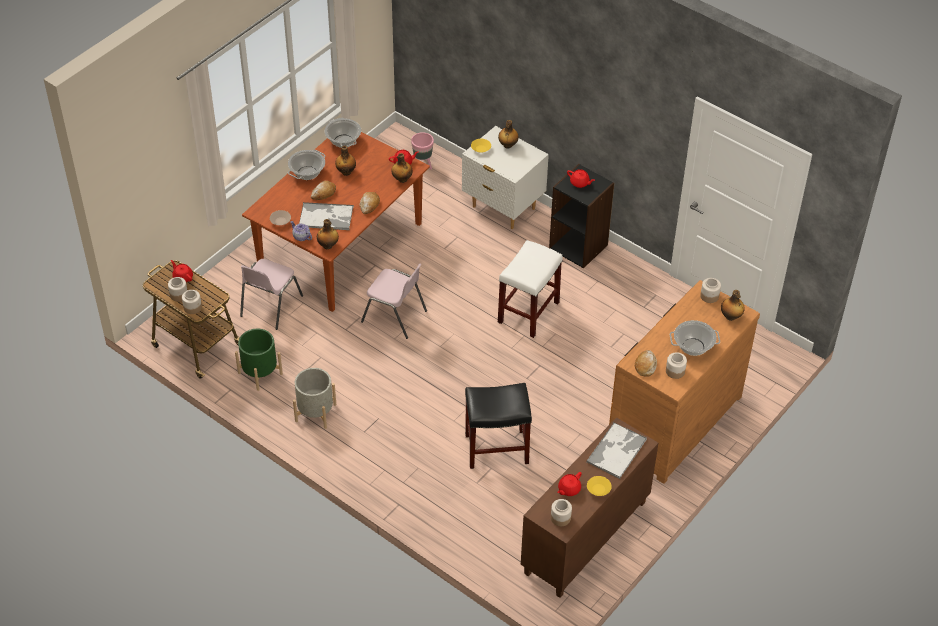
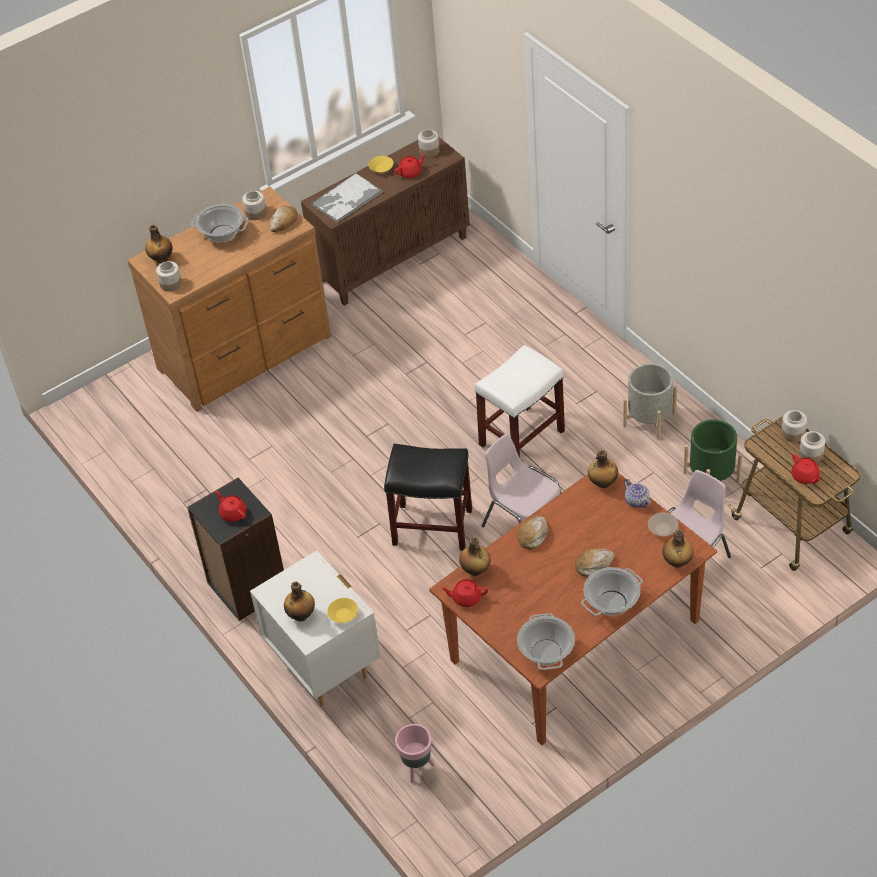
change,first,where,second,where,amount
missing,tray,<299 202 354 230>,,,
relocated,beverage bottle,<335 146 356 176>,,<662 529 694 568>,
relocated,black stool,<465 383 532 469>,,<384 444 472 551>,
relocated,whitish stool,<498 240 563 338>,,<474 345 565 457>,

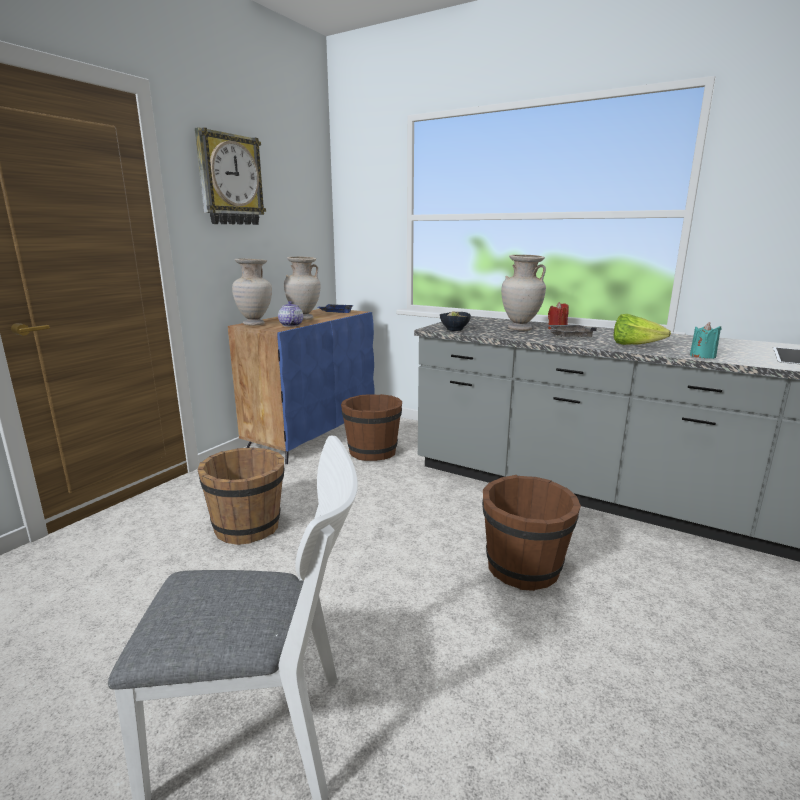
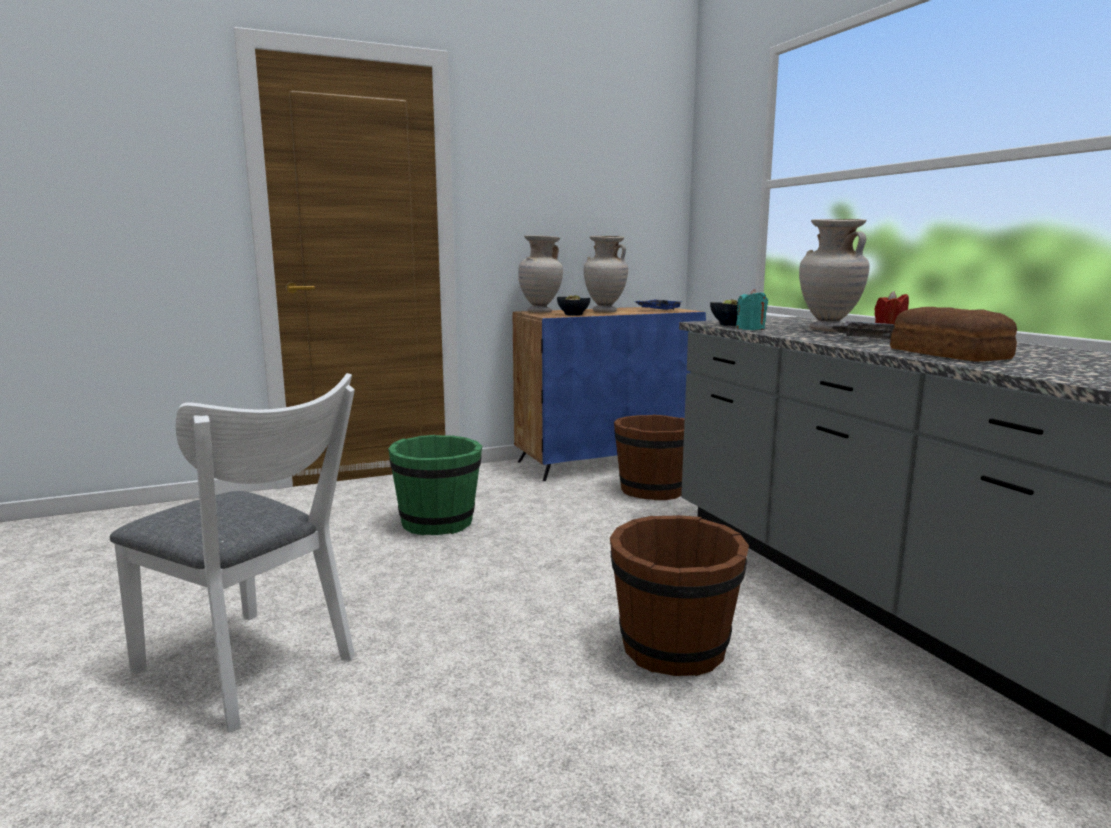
change,first,where,second,where,amount
missing,wall clock,<195 127 266 225>,,,
colour,brown-coloured water bucket,<198 448 284 545>,greenish water bucket,<388 435 482 535>,
exchanged,tea pot,<278 301 303 327>,deep dish,<557 295 590 316>,
exchanged,lettuce head,<614 314 671 345>,bread,<890 307 1017 362>,
relocated,turquoise-coloured candle,<690 322 721 359>,,<736 289 768 330>,

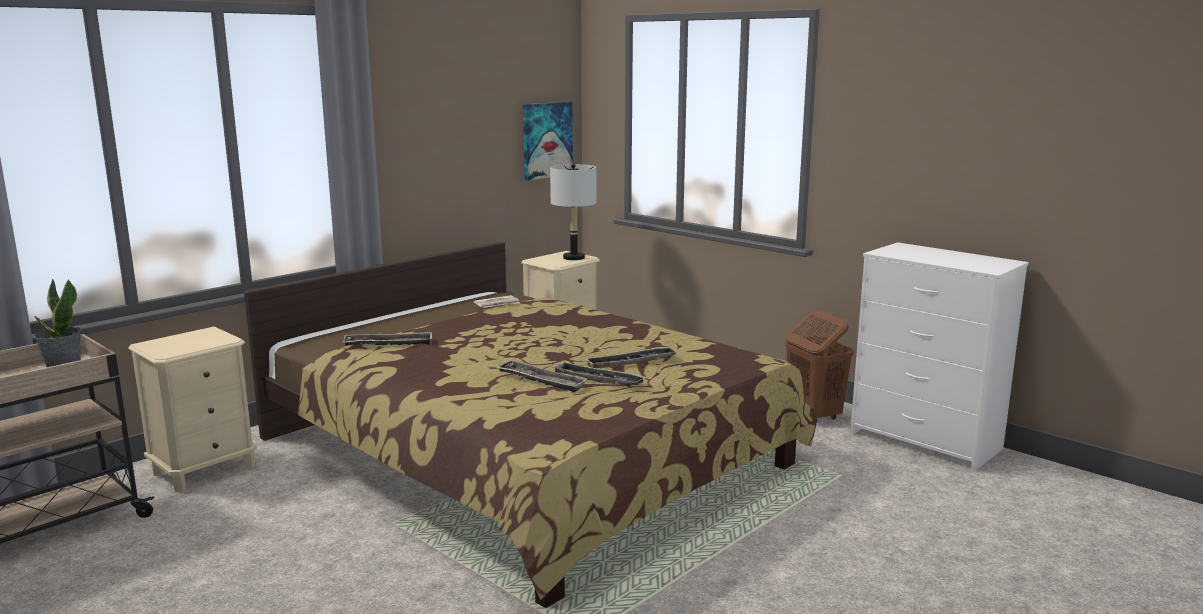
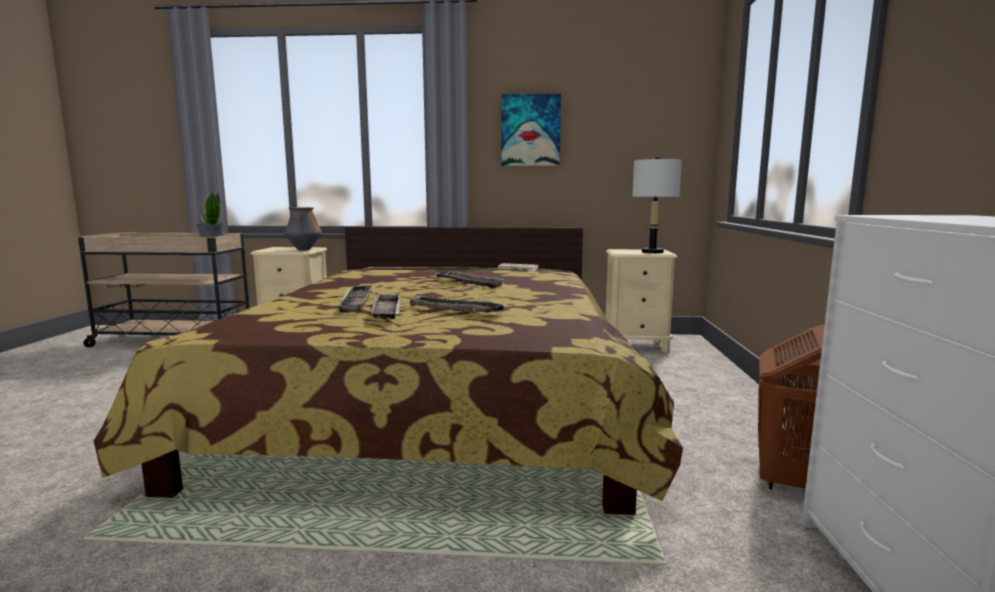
change,first,where,second,where,amount
relocated,tray,<343 331 432 345>,,<434 271 505 288>,
relocated,wall picture,<523 102 573 180>,,<501 93 561 166>,
appeared,,,vase,<285 207 322 250>,

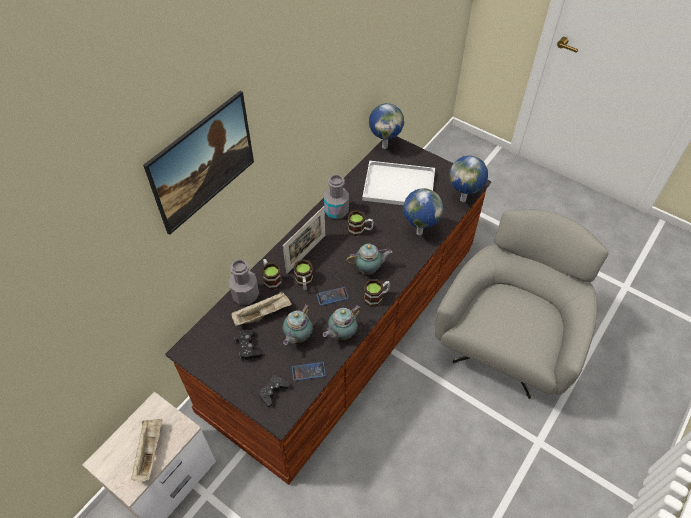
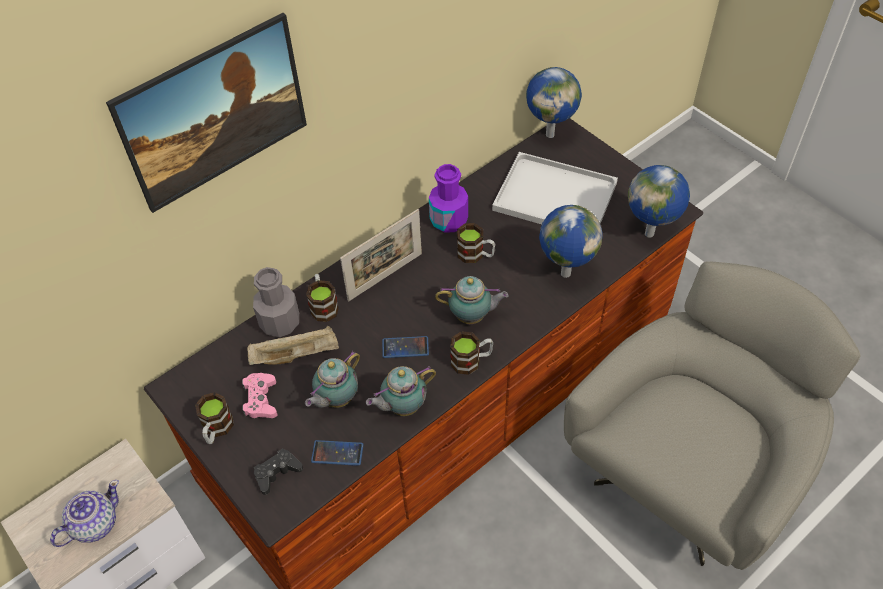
change,first,where,second,where,amount
exchanged,sand-coloured tray,<131 419 163 482>,tea pot,<50 480 119 547>,
colour,black joypad,<233 329 262 360>,pink joypad,<242 373 277 418>,
relocated,tea mug,<293 259 313 290>,,<195 392 234 444>,
colour,greyish beverage bottle,<324 174 349 219>,purple beverage bottle,<429 164 468 233>,

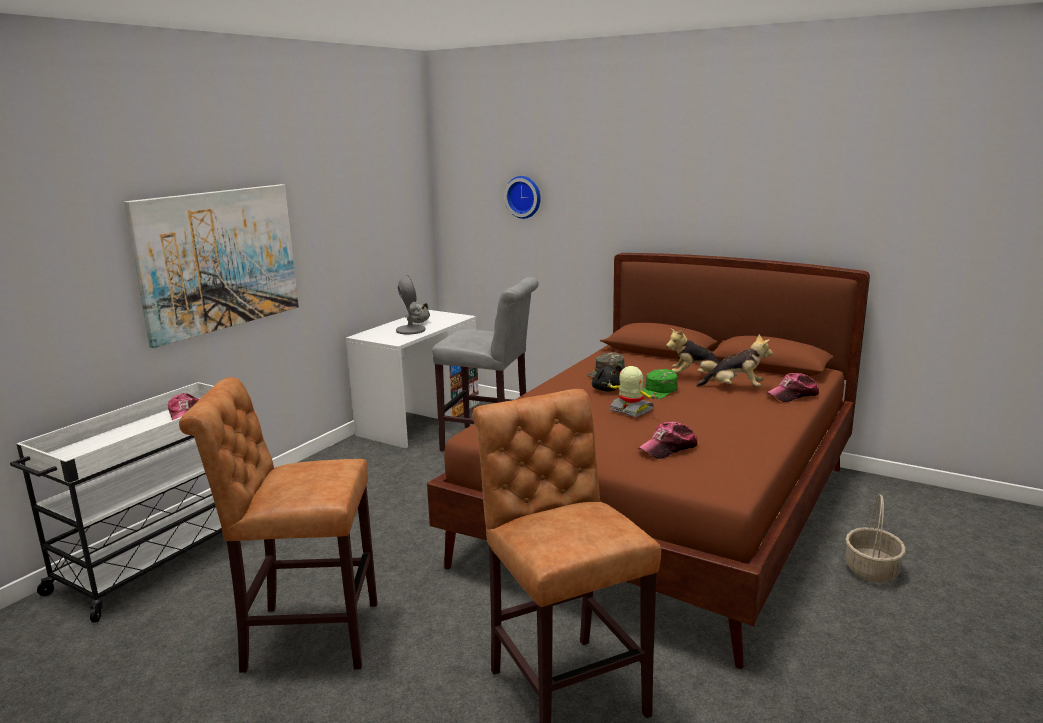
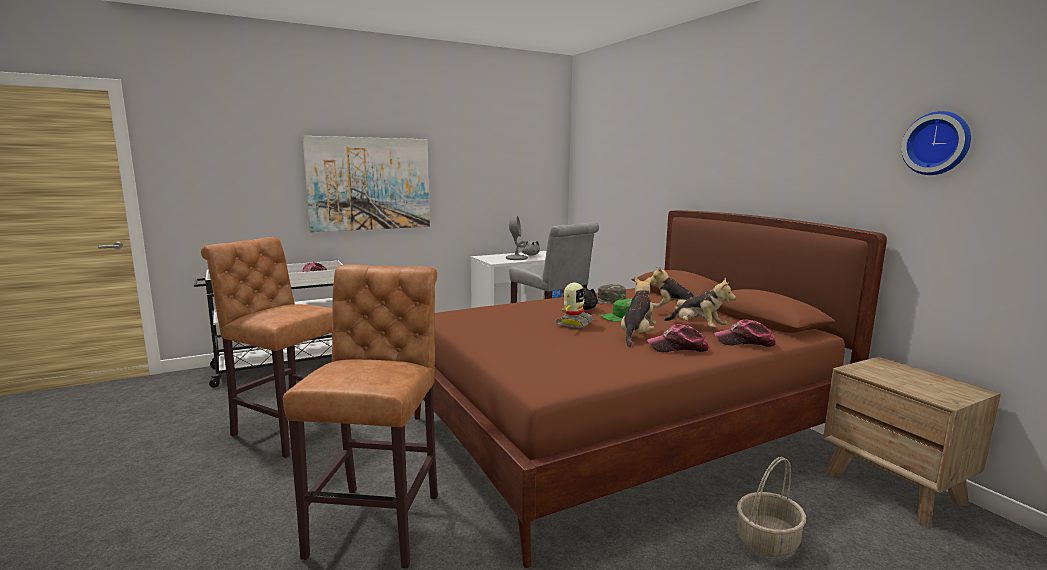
change,first,where,second,where,amount
relocated,wall clock,<504 176 541 219>,,<901 111 971 175>,
spun,model robot,<607 366 657 417>,,<556 283 594 328>,45 degrees clockwise
relocated,baseball cap,<638 422 698 459>,,<647 324 709 352>,
appeared,,,cuddly toy,<621 276 656 347>,
appeared,,,brown-coloured bedside table,<823 357 1001 527>,

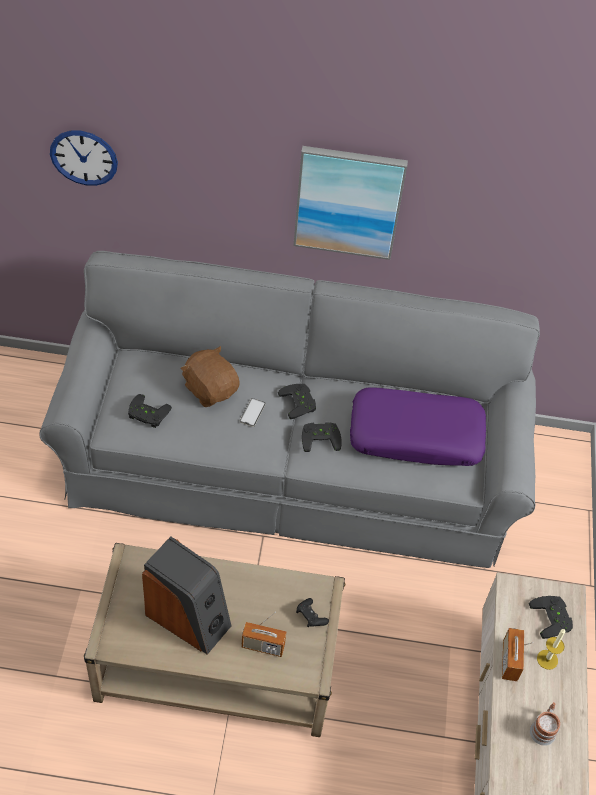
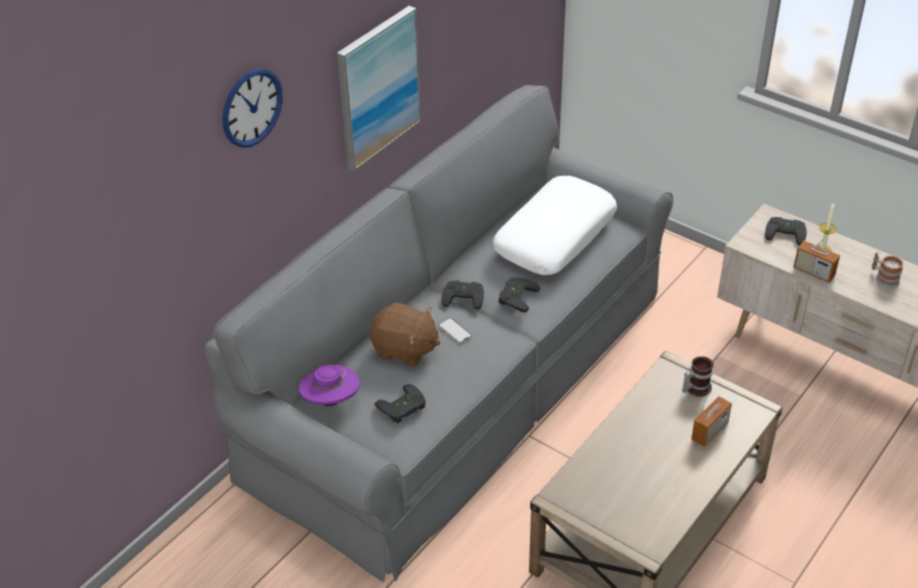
change,first,where,second,where,amount
relocated,wall clock,<50 130 118 186>,,<222 69 283 148>,
missing,speaker,<142 536 231 655>,,,
spun,brown-coloured cuddly toy,<181 346 240 407>,,<370 303 440 367>,150 degrees counterclockwise
exchanged,black joypad,<296 598 329 627>,tea mug,<682 356 714 397>,
colour,purple throw pillow,<350 387 486 466>,whitish throw pillow,<493 176 617 275>,
appeared,,,purple wearable hat,<299 365 360 406>,

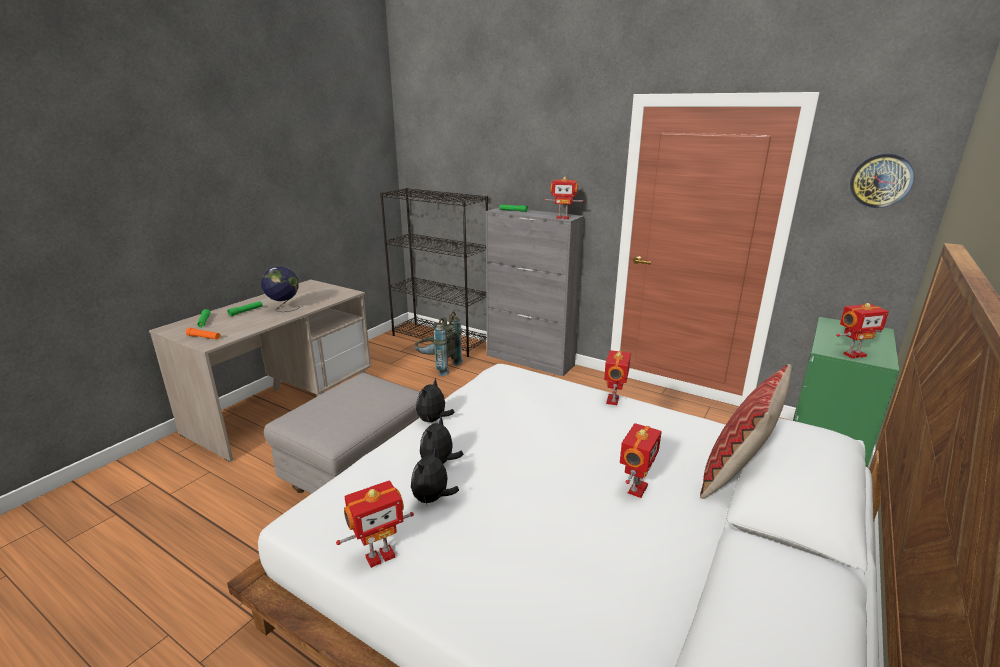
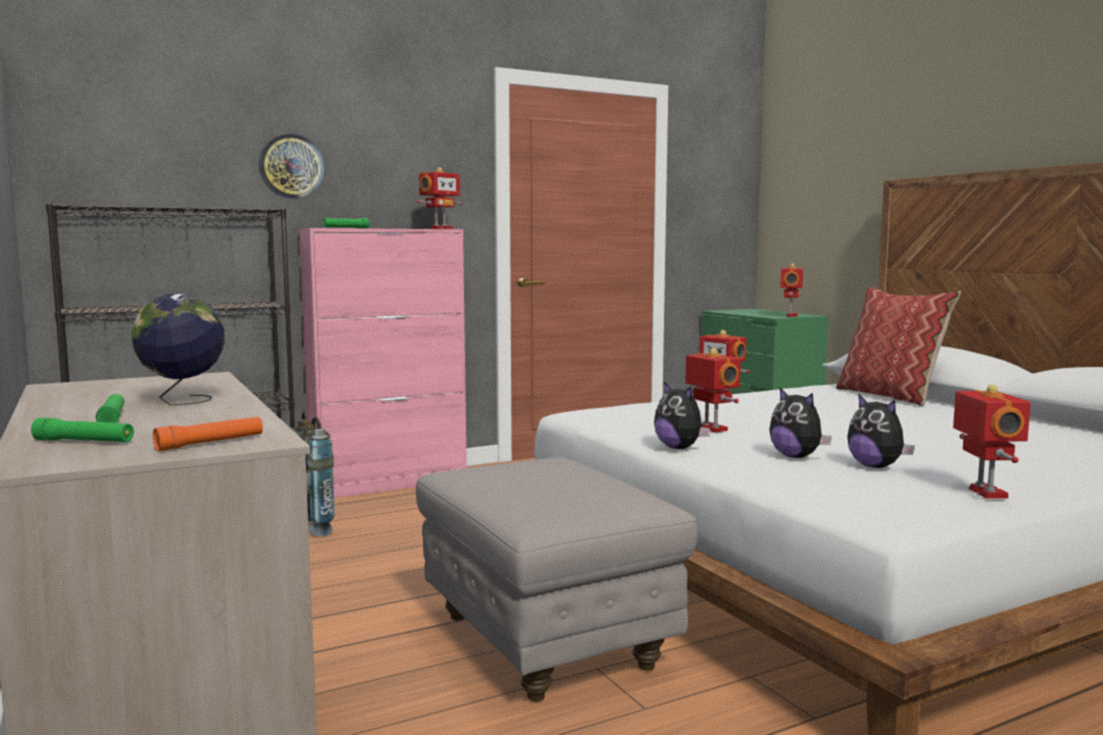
change,first,where,second,where,amount
colour,greyish cabinet,<486 207 584 376>,pink cabinet,<299 228 467 498>,
relocated,model robot,<620 423 662 498>,,<686 348 741 432>,
relocated,wall clock,<850 153 914 208>,,<259 134 325 199>,

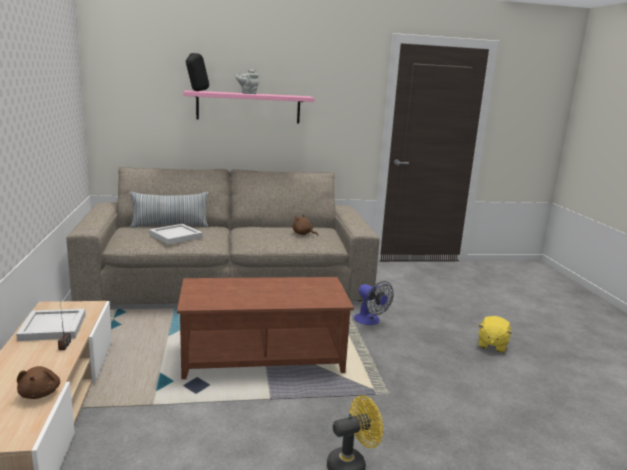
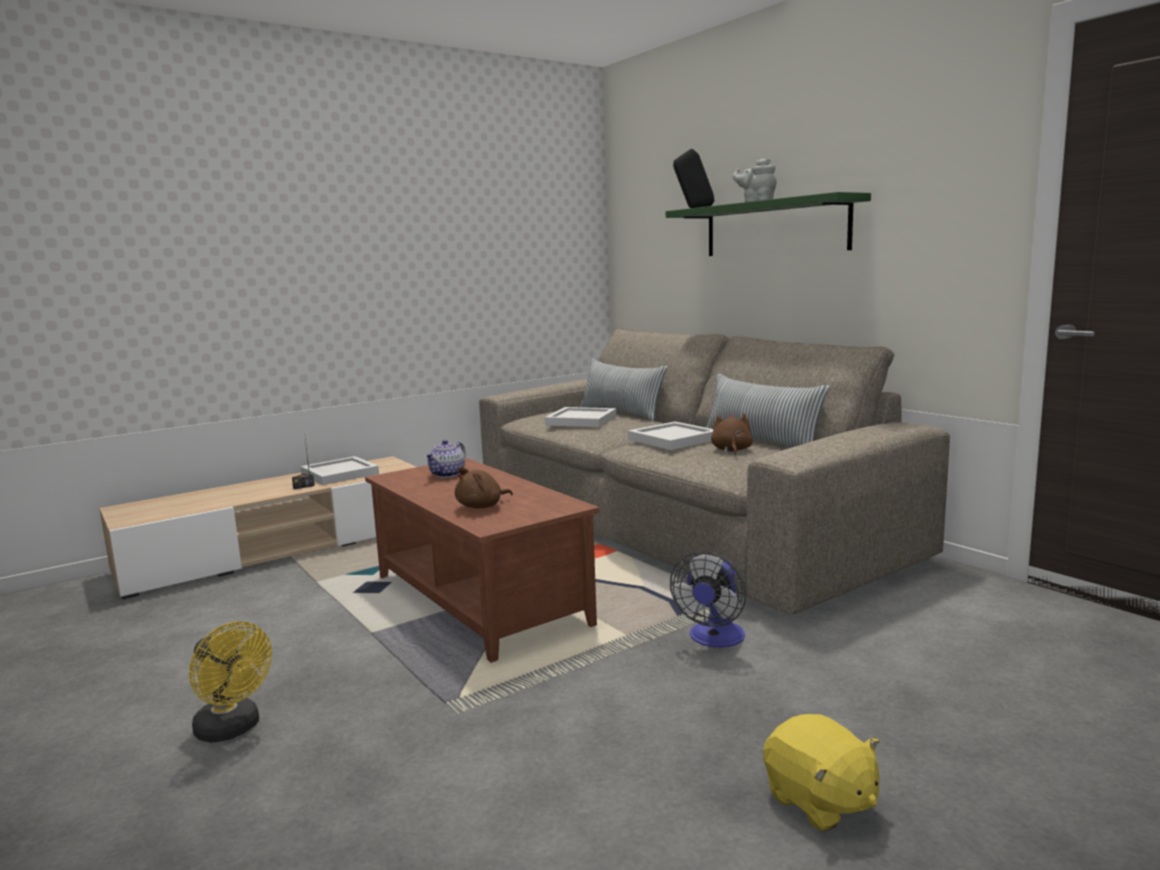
change,first,where,second,where,amount
relocated,brown-coloured cuddly toy,<17 366 60 399>,,<455 467 513 509>,
colour,pink shelf,<183 90 315 124>,greenish shelf,<666 192 871 256>,
spun,yellowish cuddly toy,<478 316 512 353>,,<763 714 880 831>,120 degrees counterclockwise
appeared,,,tea pot,<425 440 466 478>,
appeared,,,whitish tray,<628 422 713 450>,
appeared,,,throw pillow,<706 374 830 447>,

